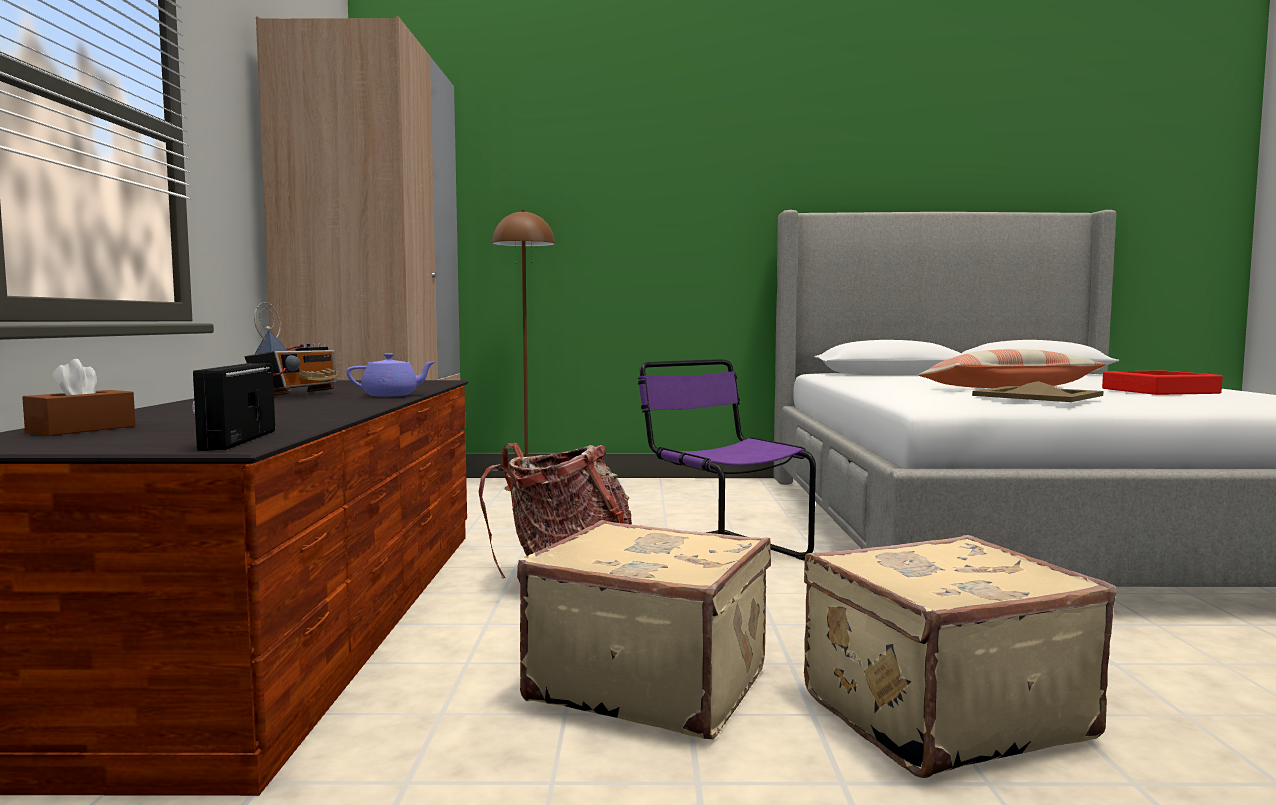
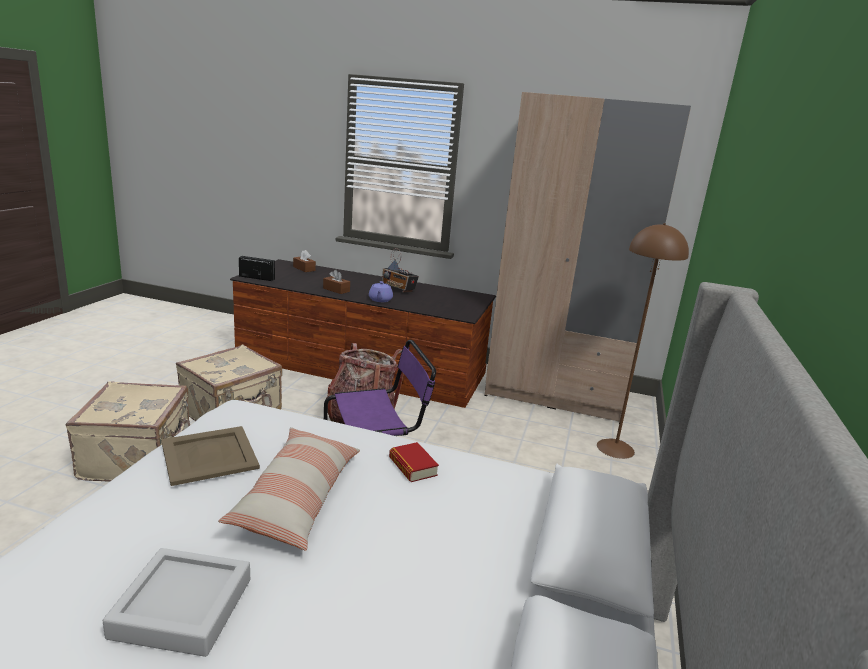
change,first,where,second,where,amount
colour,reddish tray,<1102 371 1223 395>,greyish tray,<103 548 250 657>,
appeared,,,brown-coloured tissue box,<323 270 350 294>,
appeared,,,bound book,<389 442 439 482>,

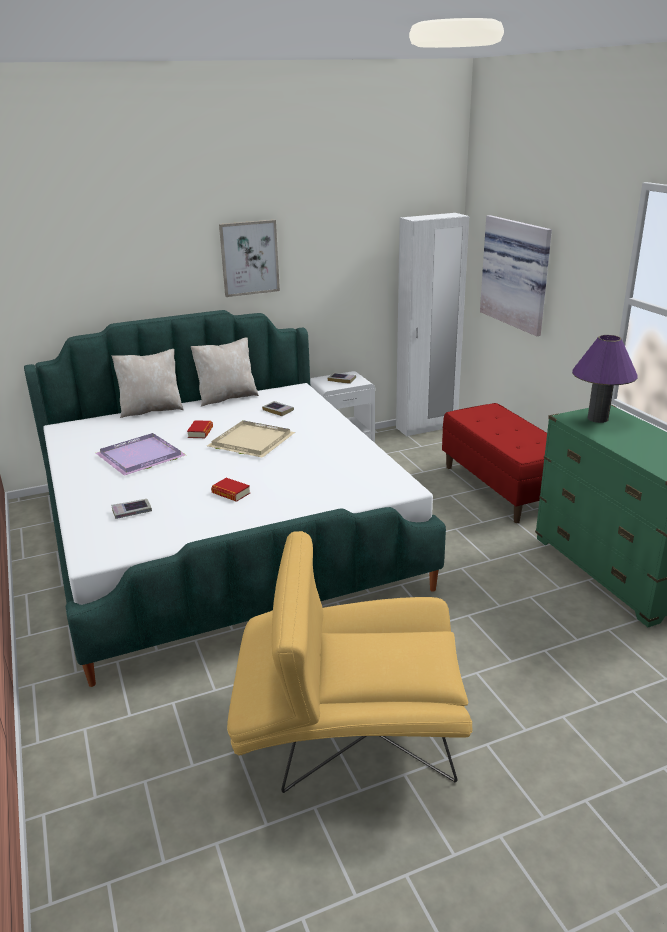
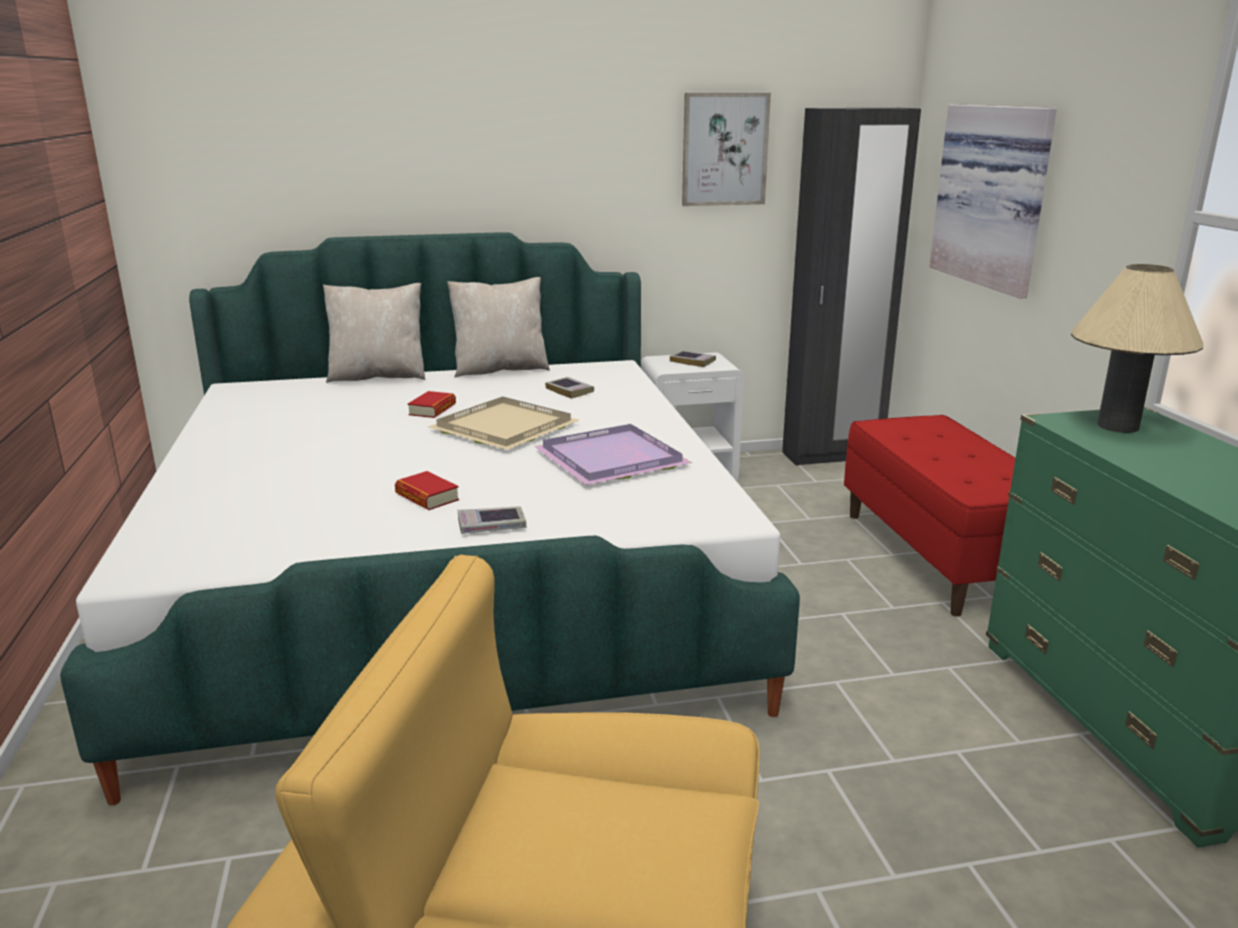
change,first,where,second,where,amount
relocated,purple tray,<96 433 186 476>,,<534 424 692 485>,
relocated,bound book,<111 499 152 519>,,<458 506 526 534>,
relocated,wall picture,<219 220 280 297>,,<682 93 771 206>,
colour,whitish clothes cupboard,<396 213 469 436>,black clothes cupboard,<782 108 921 466>,
colour,purple lamp for a table,<572 335 638 423>,sand-coloured lamp for a table,<1071 264 1203 433>,

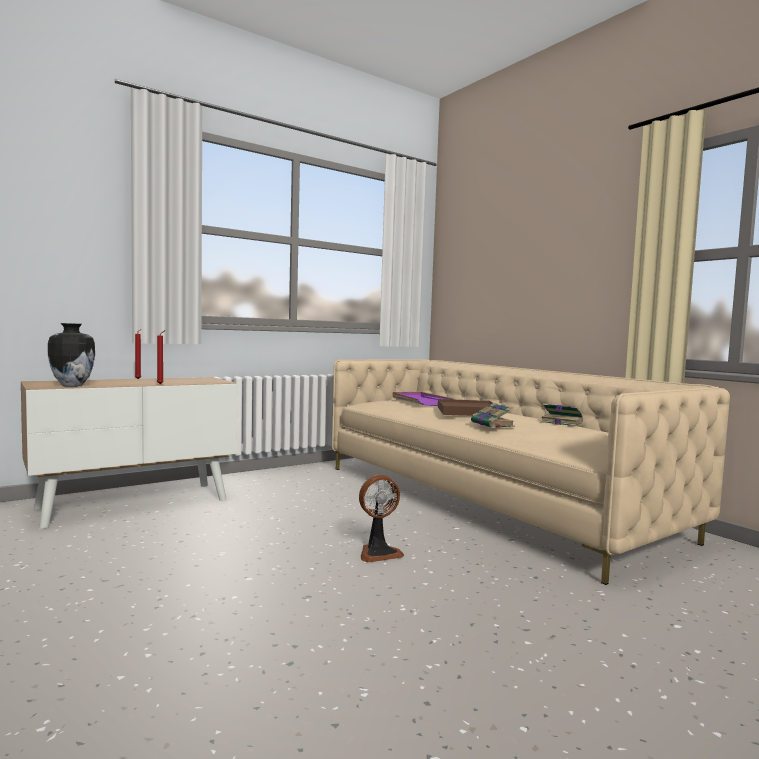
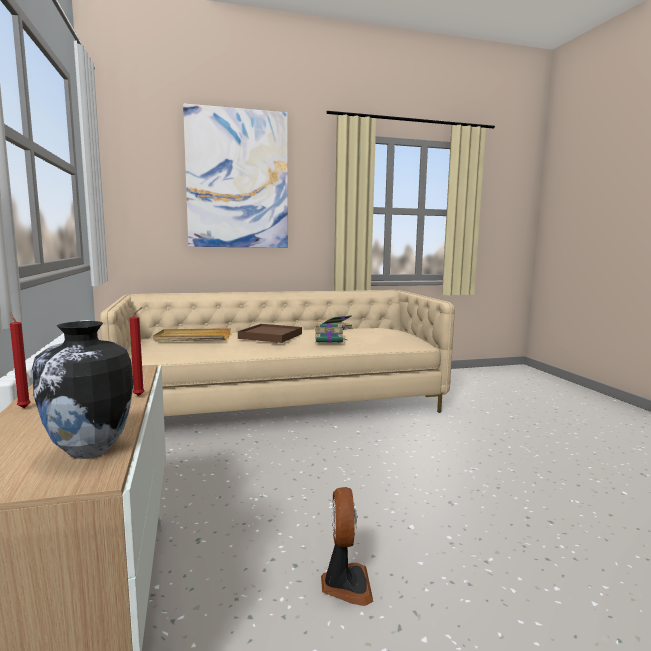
change,first,where,second,where,amount
relocated,fan,<359 475 404 563>,,<321 487 373 606>,
colour,purple tray,<392 392 454 406>,sand-coloured tray,<153 328 231 341>,
appeared,,,wall picture,<183 103 288 248>,

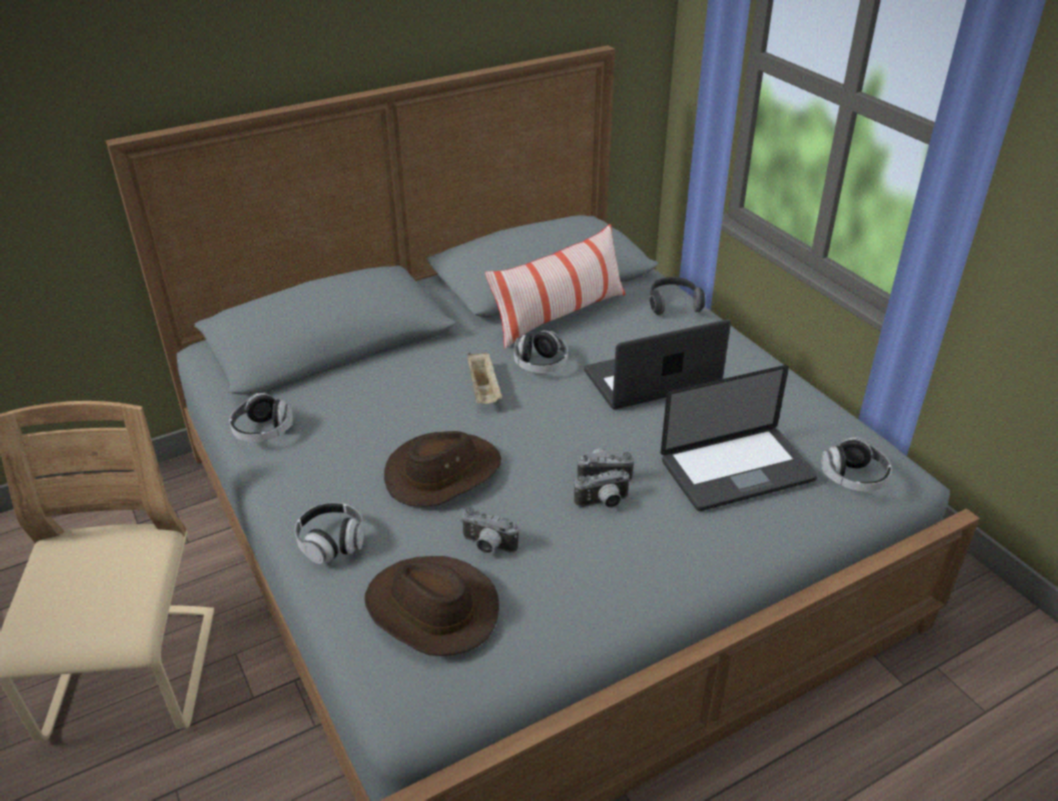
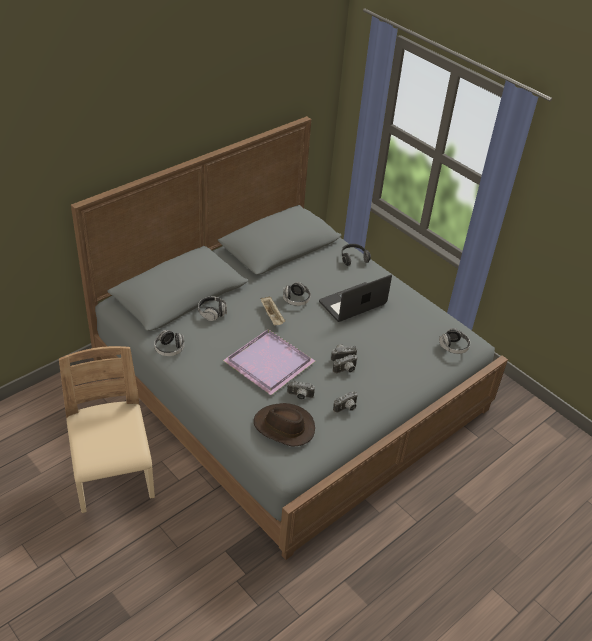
change,first,where,second,where,amount
relocated,pair of headphones,<295 503 364 564>,,<198 297 227 321>,
exchanged,brown-coloured wearable hat,<384 431 501 506>,purple tray,<223 329 315 395>,
missing,throw pillow,<485 224 625 349>,,,
missing,portable computer,<661 365 818 511>,,,
appeared,,,still camera,<333 391 358 413>,

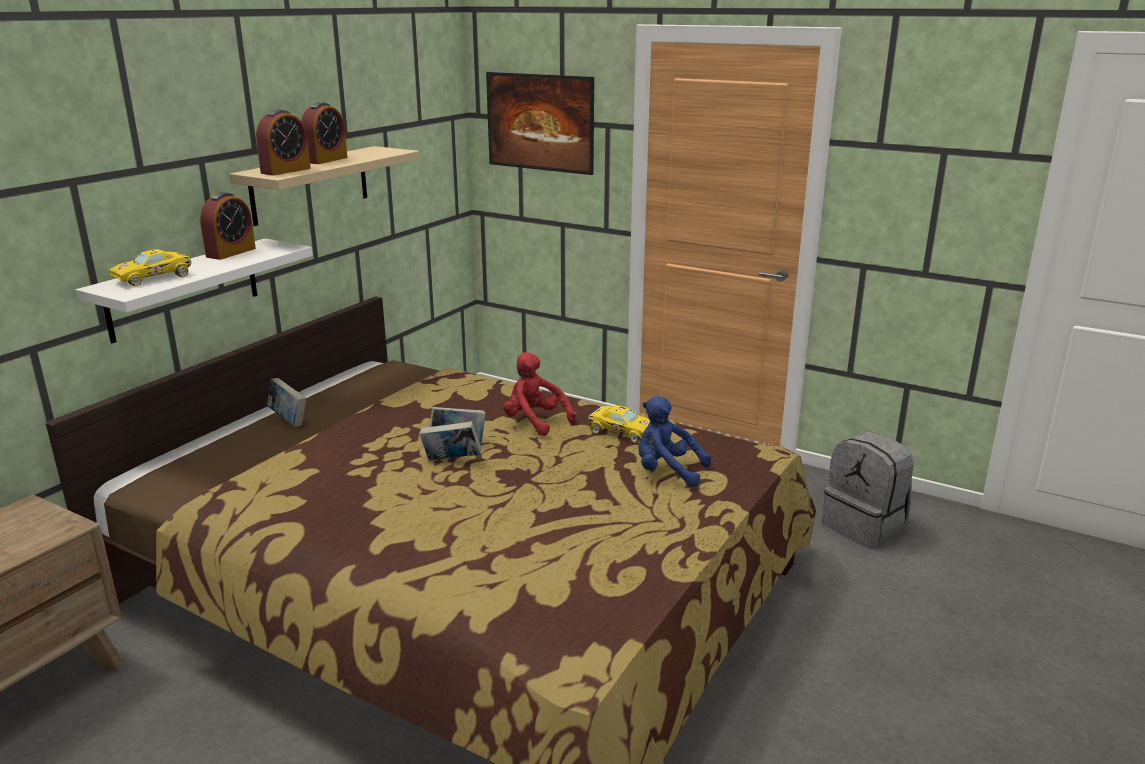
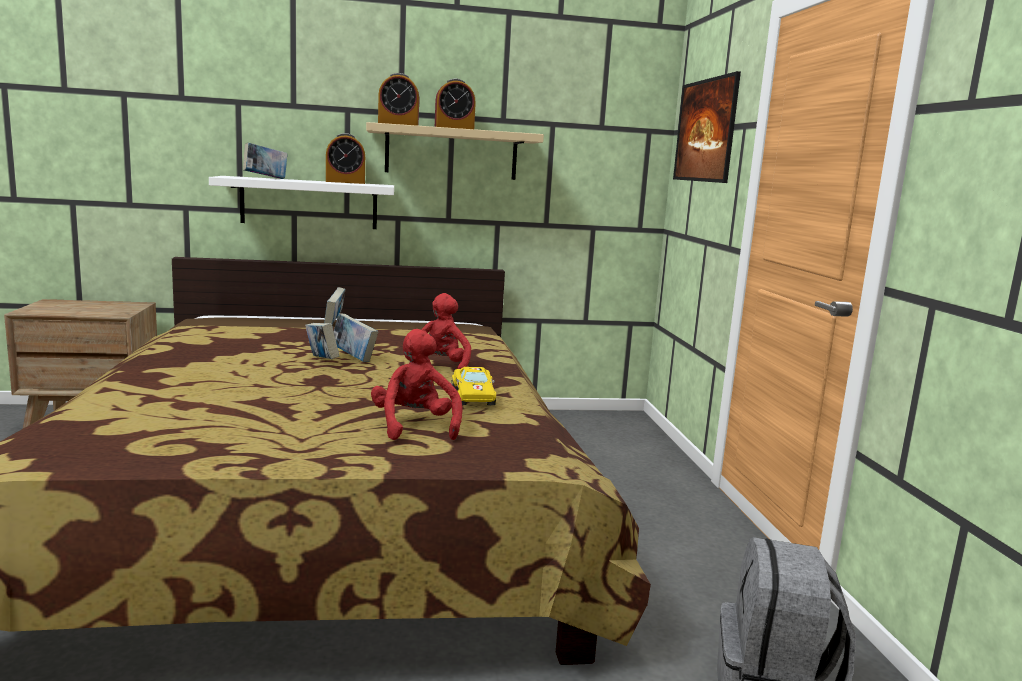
change,first,where,second,where,amount
exchanged,yellowish model car,<109 249 191 286>,bound book,<243 143 288 179>,
colour,blue-coloured cuddly toy,<638 396 711 487>,reddish cuddly toy,<371 329 463 440>,

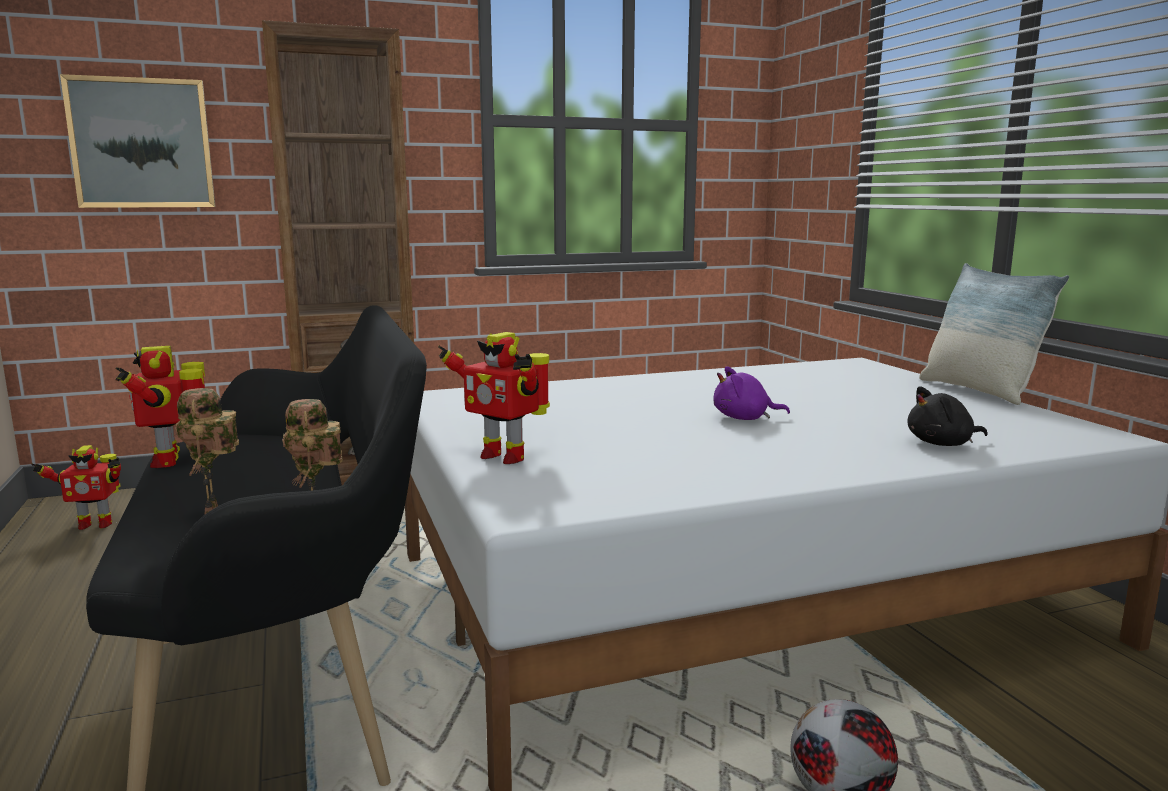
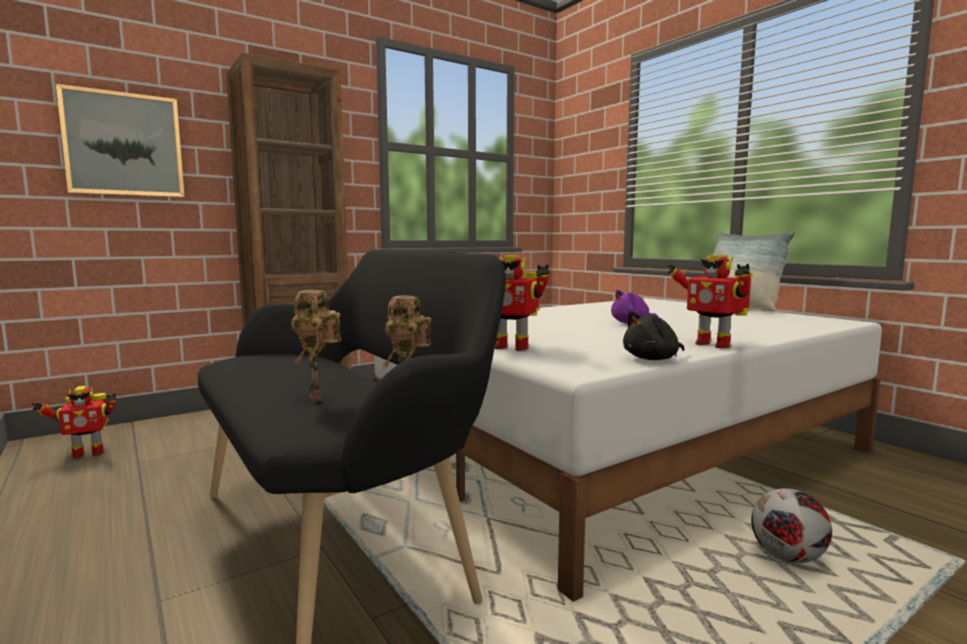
change,first,where,second,where,amount
relocated,model robot,<115 346 205 468>,,<667 255 753 348>,
relocated,black cuddly toy,<907 387 988 446>,,<623 311 684 360>,

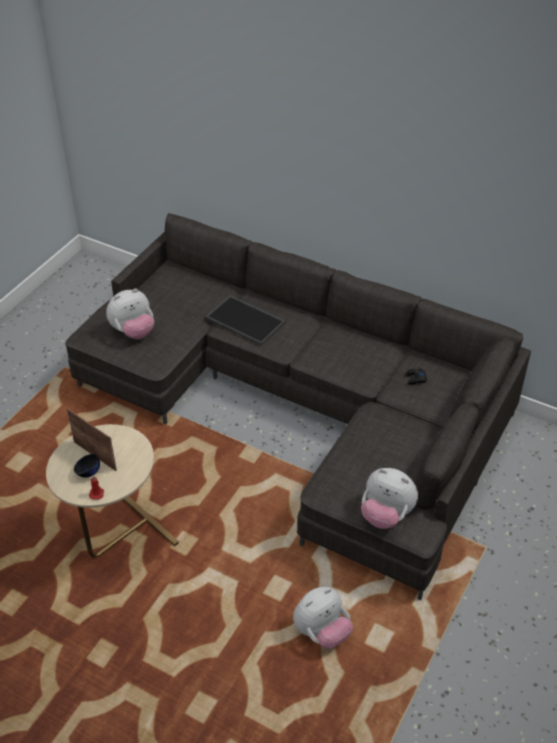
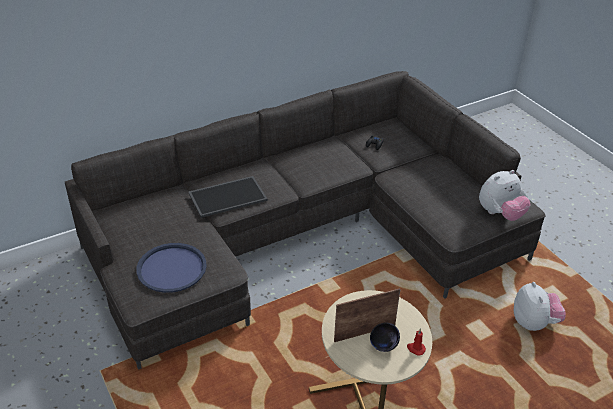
change,first,where,second,where,amount
exchanged,cuddly toy,<106 288 154 339>,blue-coloured tray,<136 243 207 293>,

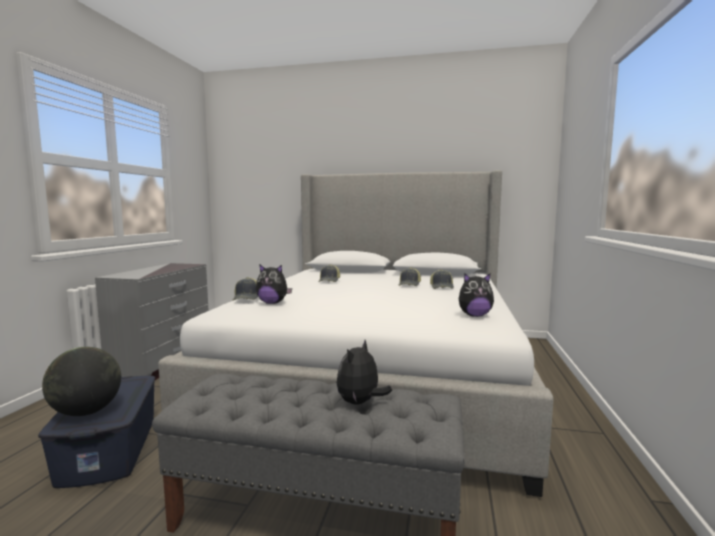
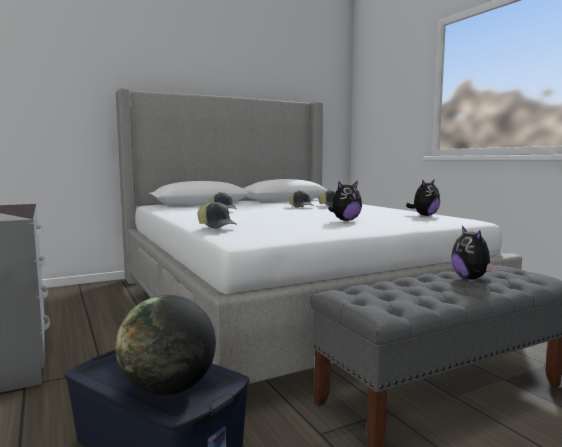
change,first,where,second,where,amount
relocated,cuddly toy,<256 264 292 304>,,<328 181 362 221>,

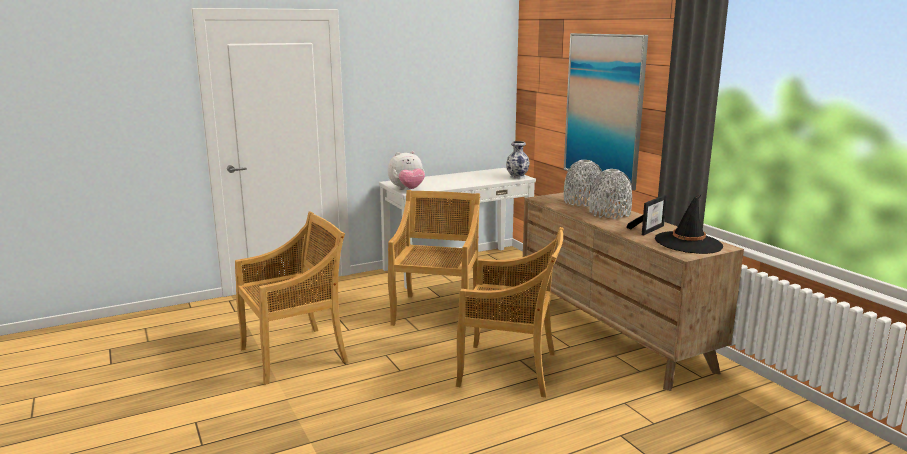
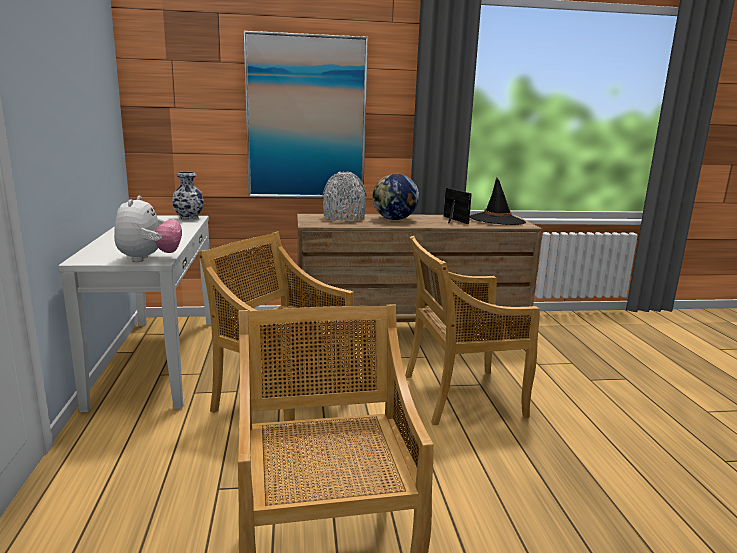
change,first,where,second,where,amount
spun,sand-coloured plain chair,<456 227 564 397>,,<405 236 540 425>,135 degrees counterclockwise
exchanged,greyish vase,<589 169 632 219>,desk globe,<373 174 419 220>,

